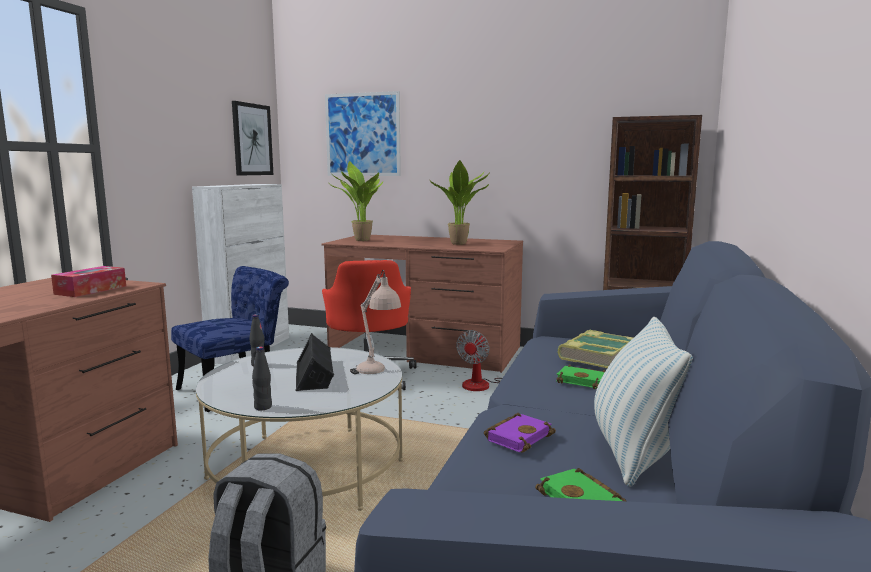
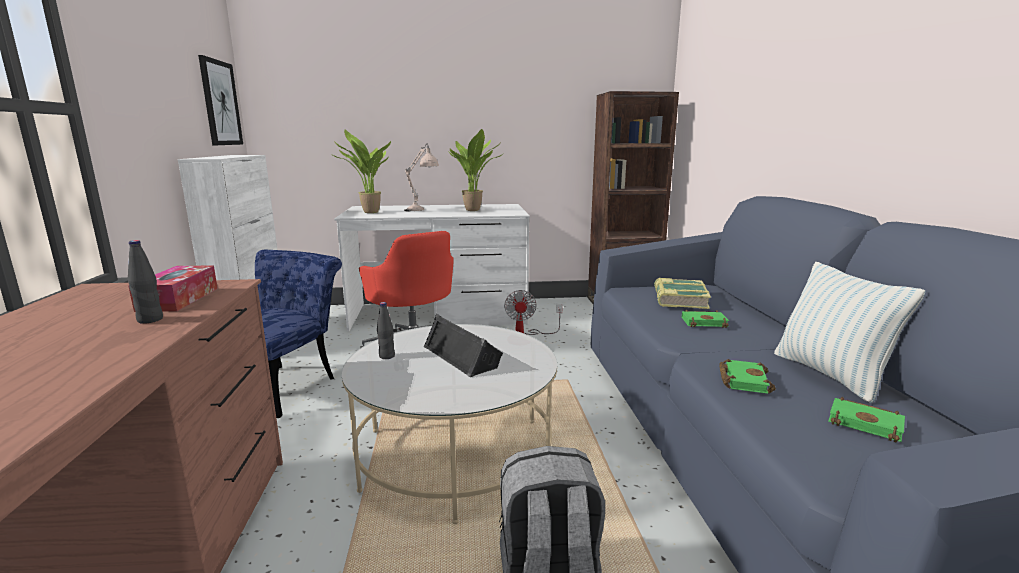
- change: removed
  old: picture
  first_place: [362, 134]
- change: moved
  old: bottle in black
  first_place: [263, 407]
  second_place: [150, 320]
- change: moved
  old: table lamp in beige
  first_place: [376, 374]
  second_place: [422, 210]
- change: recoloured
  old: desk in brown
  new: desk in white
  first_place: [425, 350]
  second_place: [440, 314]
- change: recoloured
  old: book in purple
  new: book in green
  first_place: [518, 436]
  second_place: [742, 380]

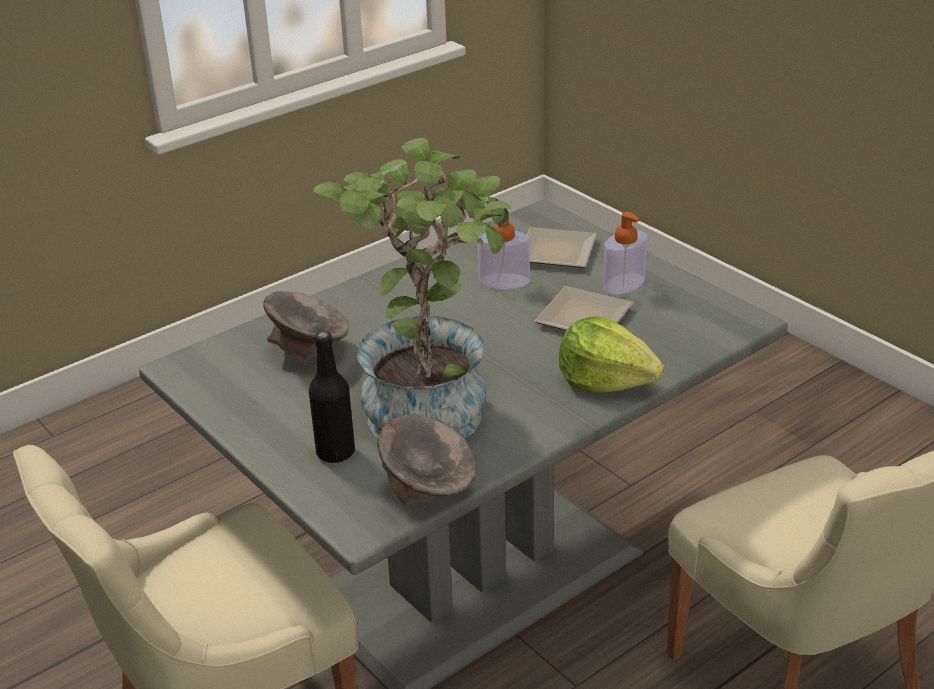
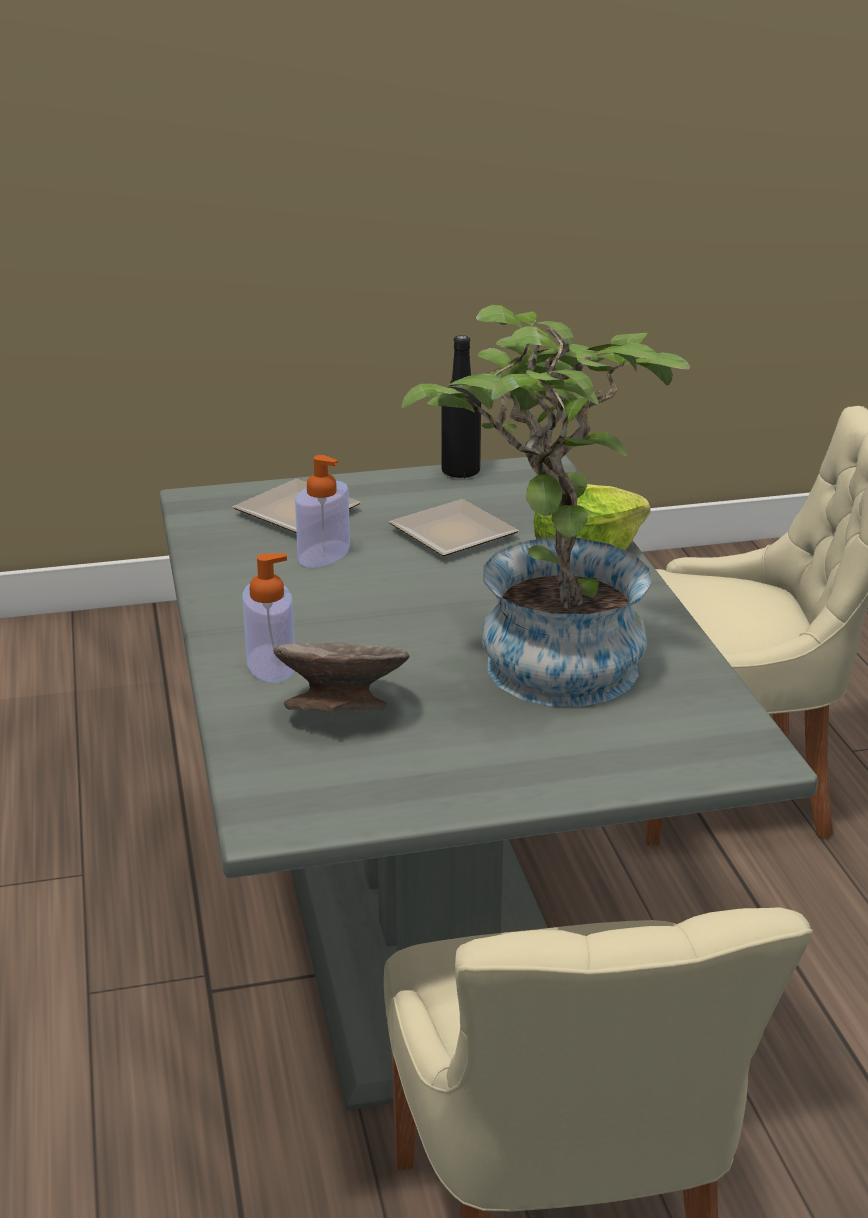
- change: removed
  old: bowl in grey
  first_place: [428, 493]
- change: moved
  old: bottle in black
  first_place: [335, 452]
  second_place: [460, 472]
- change: moved
  old: soap dispenser
  first_place: [624, 284]
  second_place: [271, 664]

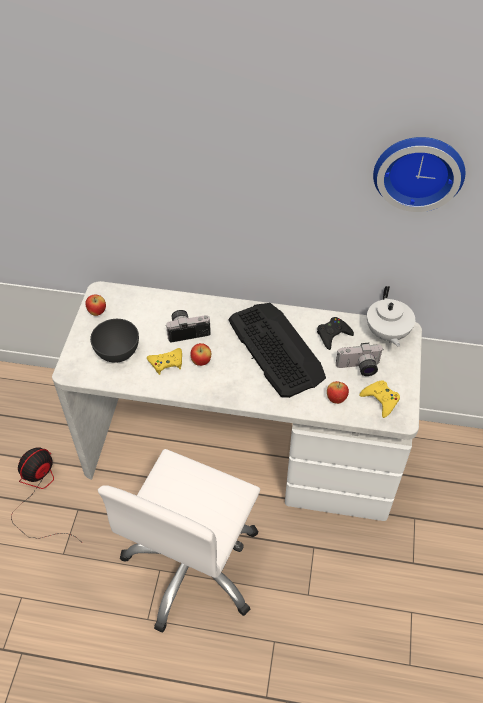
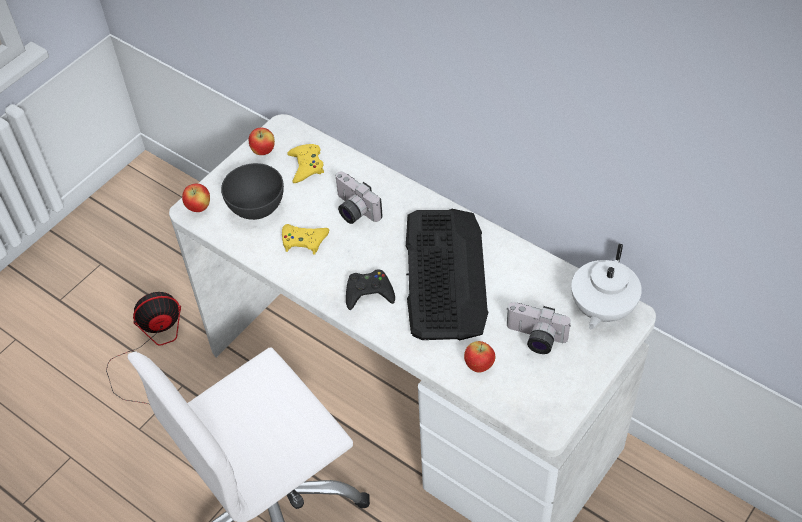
- change: removed
  old: wall clock
  first_place: [418, 169]
- change: moved
  old: apple
  first_place: [201, 361]
  second_place: [199, 207]
- change: moved
  old: game controller in black
  first_place: [333, 335]
  second_place: [369, 293]
- change: moved
  old: game controller in yellow
  first_place: [380, 400]
  second_place: [306, 166]
- change: turned
  old: photo camera
  first_place: [187, 330]
  second_place: [353, 210]
  degrees: -150

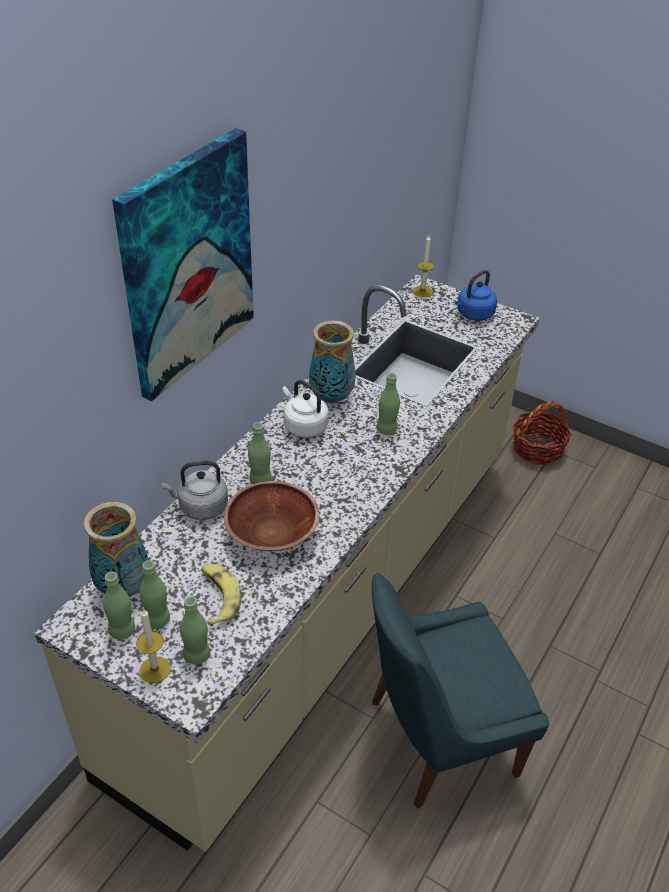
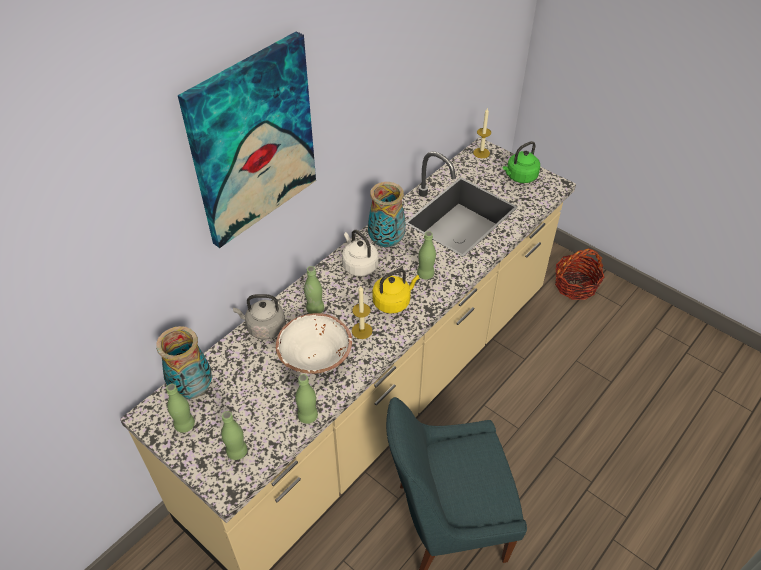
- change: removed
  old: banana
  first_place: [218, 597]
- change: added
  new: kettle in yellow
  second_place: [393, 302]
- change: moved
  old: candle
  first_place: [155, 669]
  second_place: [362, 330]
- change: moved
  old: bottle in green
  first_place: [157, 619]
  second_place: [308, 416]
- change: recoloured
  old: bowl in brown
  new: bowl in white
  first_place: [272, 534]
  second_place: [315, 356]
- change: recoloured
  old: kettle in blue
  new: kettle in green
  first_place: [473, 314]
  second_place: [520, 177]

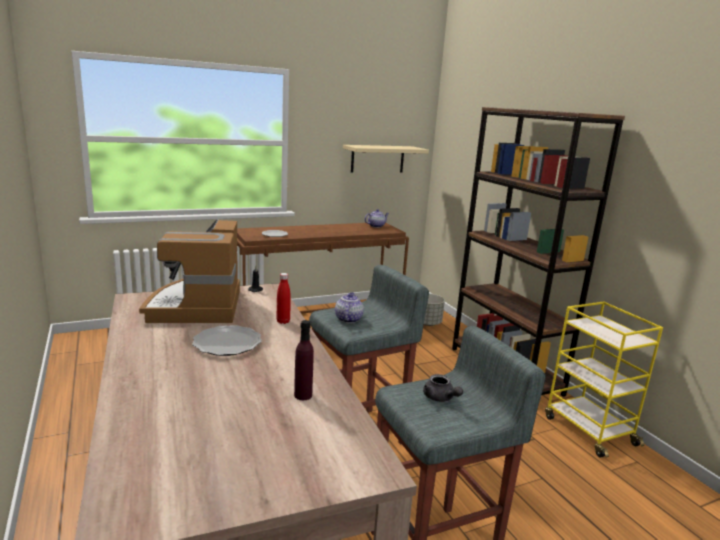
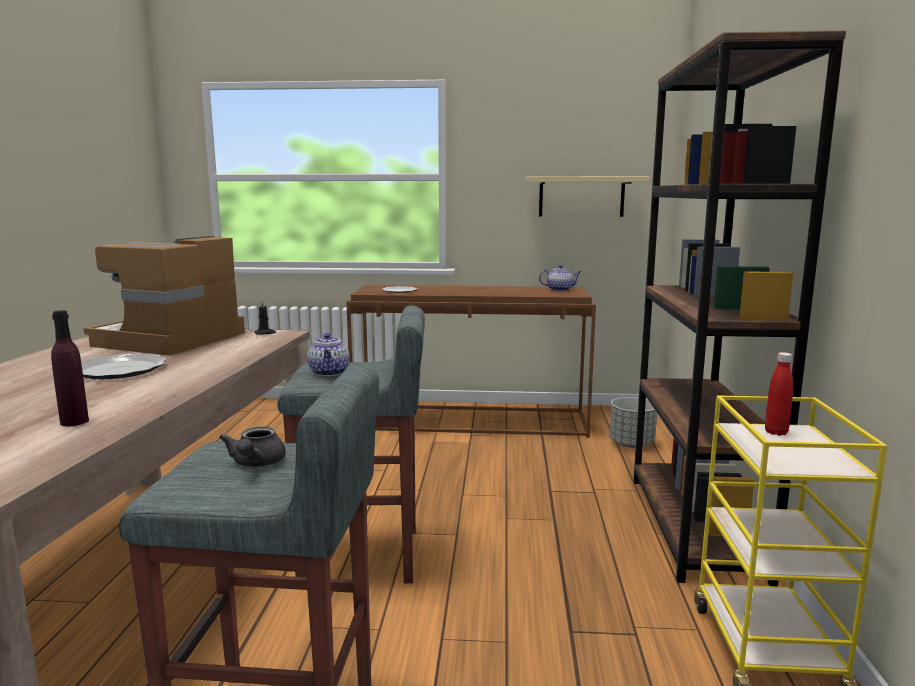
- change: moved
  old: bottle in red
  first_place: [283, 321]
  second_place: [776, 432]
- change: turned
  old: teapot
  first_place: [348, 319]
  second_place: [329, 373]
  degrees: 135

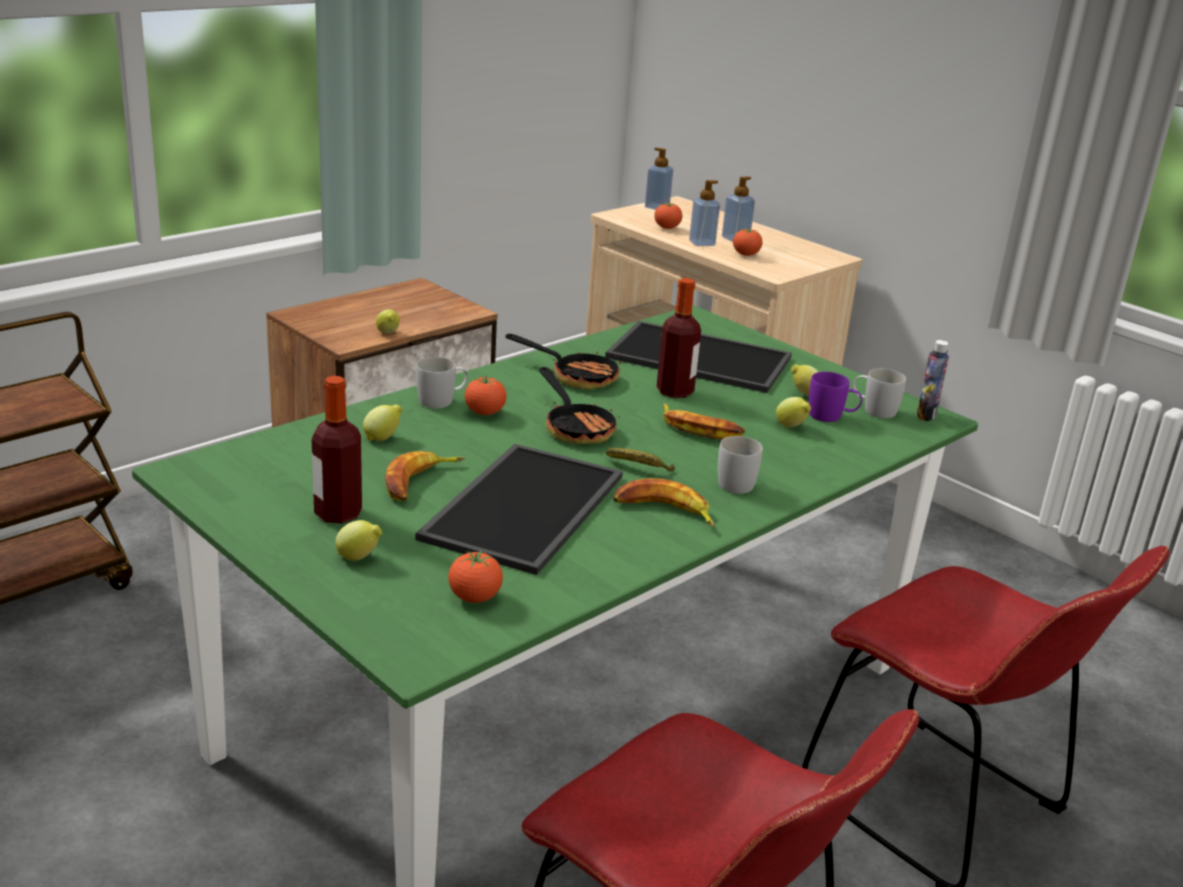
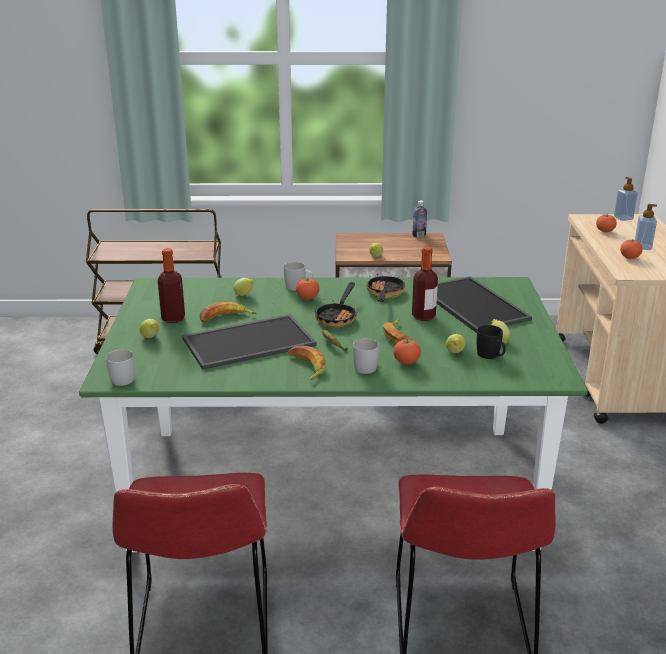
- change: removed
  old: soap dispenser
  first_place: [702, 243]
- change: moved
  old: tomato
  first_place: [474, 598]
  second_place: [406, 362]
- change: moved
  old: mug in white
  first_place: [873, 409]
  second_place: [122, 377]
- change: moved
  old: bottle
  first_place: [926, 415]
  second_place: [419, 235]
- change: recoloured
  old: mug in purple
  new: mug in black
  first_place: [832, 416]
  second_place: [491, 356]
- change: turned
  old: frying pan
  first_place: [575, 376]
  second_place: [384, 294]
  degrees: -150

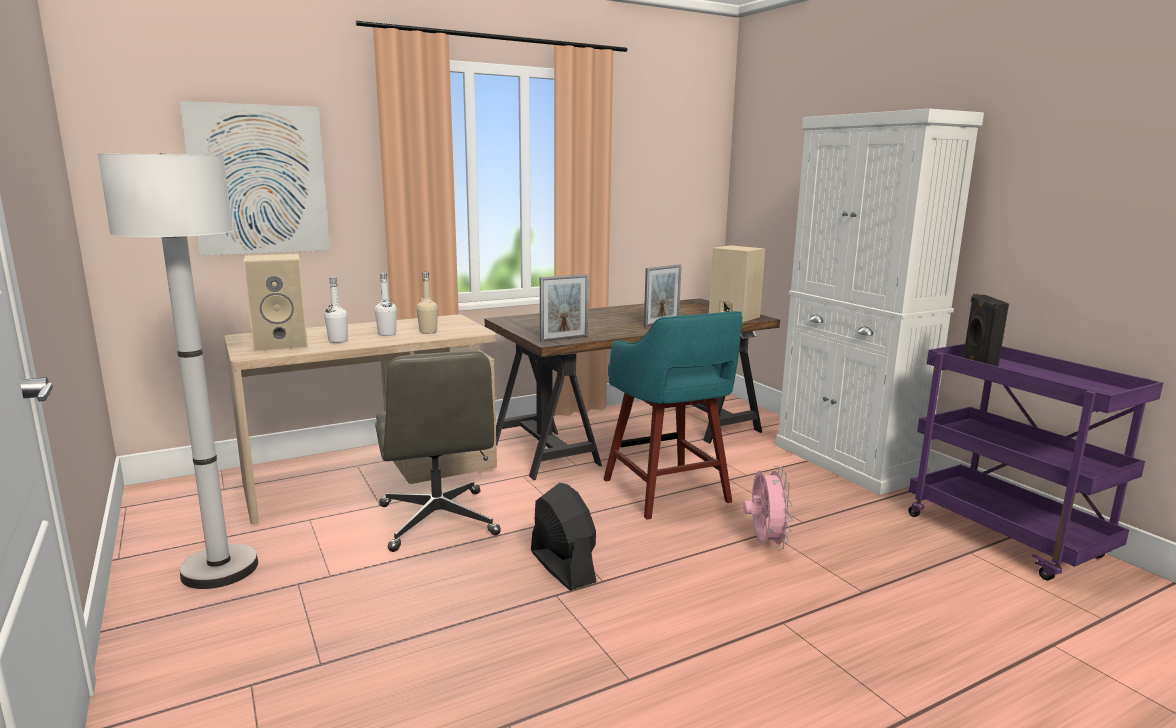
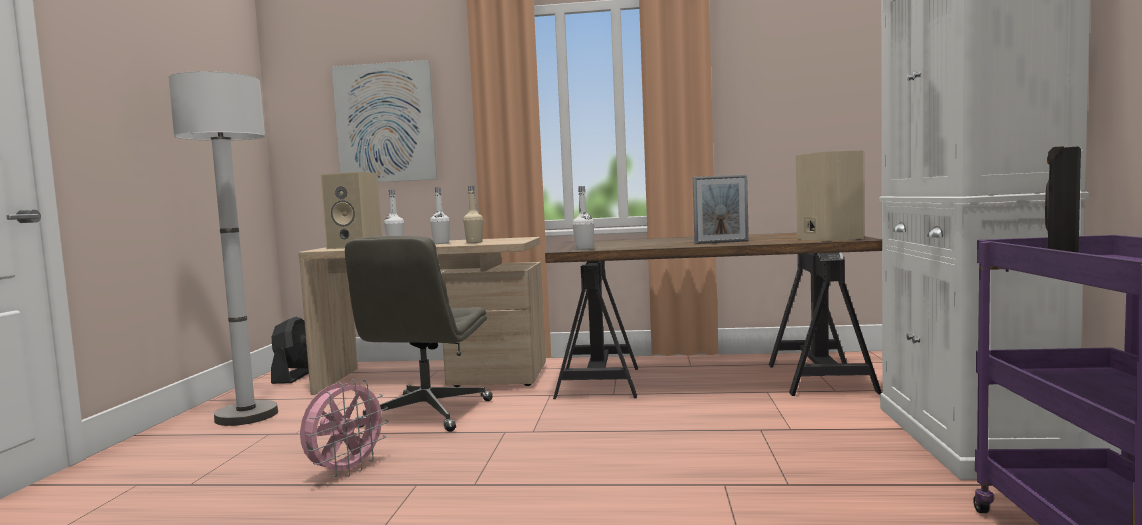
- change: removed
  old: stool in turquoise
  first_place: [667, 492]
- change: moved
  old: fan in black
  first_place: [562, 566]
  second_place: [295, 376]
- change: moved
  old: fan in pink
  first_place: [764, 543]
  second_place: [346, 471]
- change: replaced
  old: picture frame
  new: bottle in white
  first_place: [564, 339]
  second_place: [584, 249]

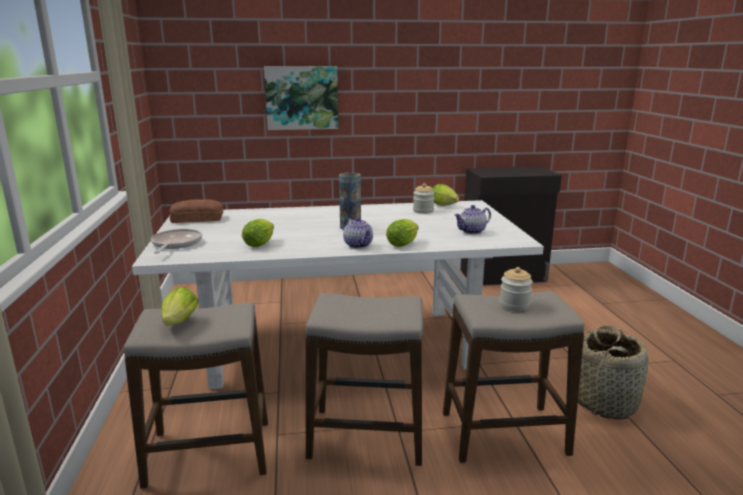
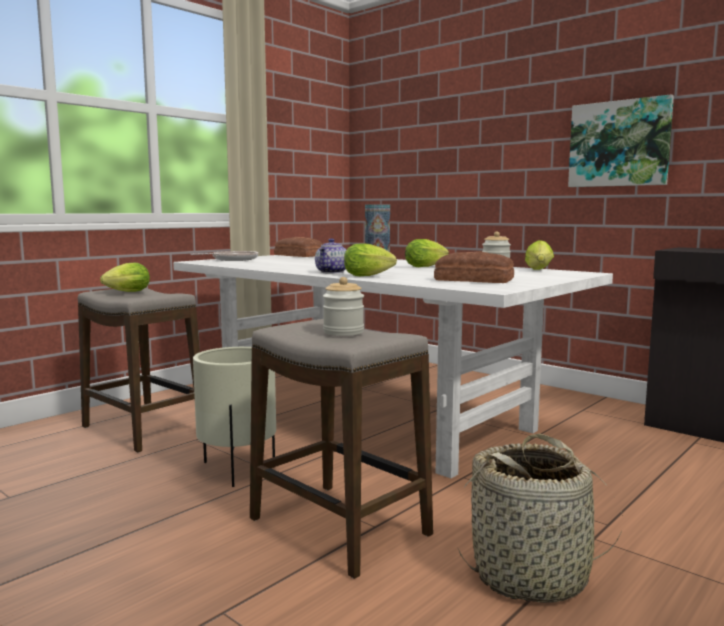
- change: moved
  old: lettuce
  first_place: [261, 243]
  second_place: [427, 267]
- change: moved
  old: picture
  first_place: [302, 98]
  second_place: [619, 144]
- change: replaced
  old: stool
  new: planter in beige
  first_place: [367, 437]
  second_place: [237, 469]
- change: replaced
  old: teapot
  new: bread
  first_place: [472, 231]
  second_place: [474, 280]

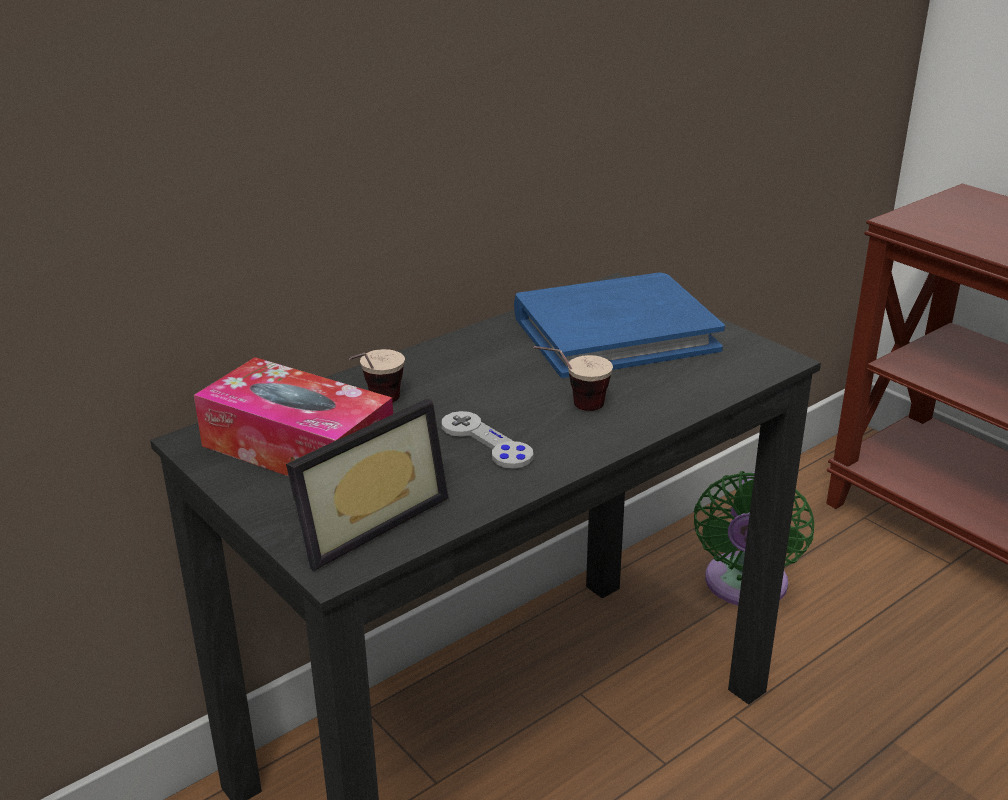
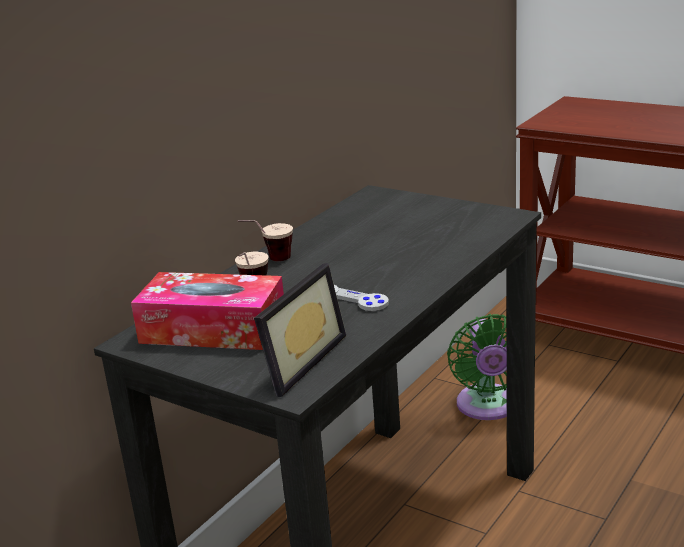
- change: removed
  old: book in blue
  first_place: [614, 332]
- change: moved
  old: cup
  first_place: [571, 407]
  second_place: [269, 261]

